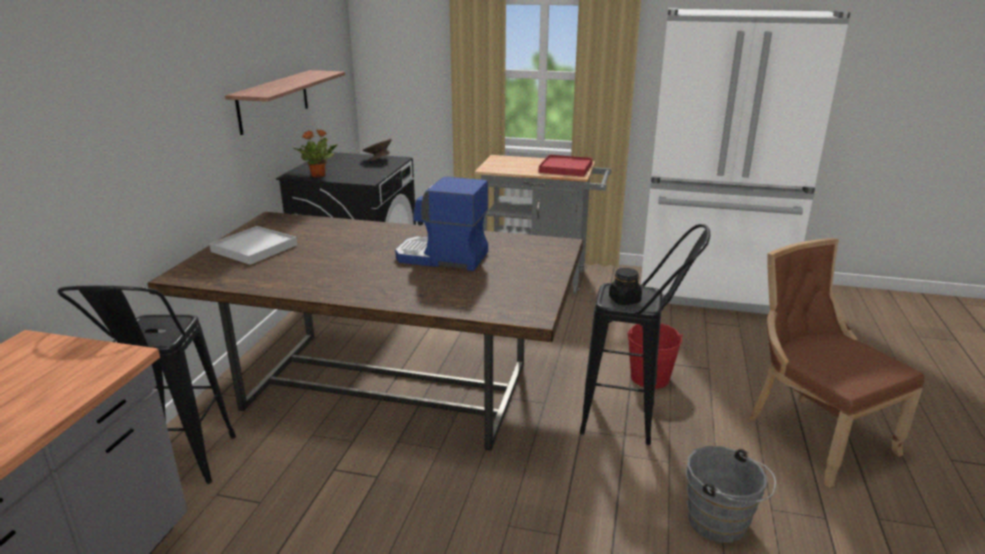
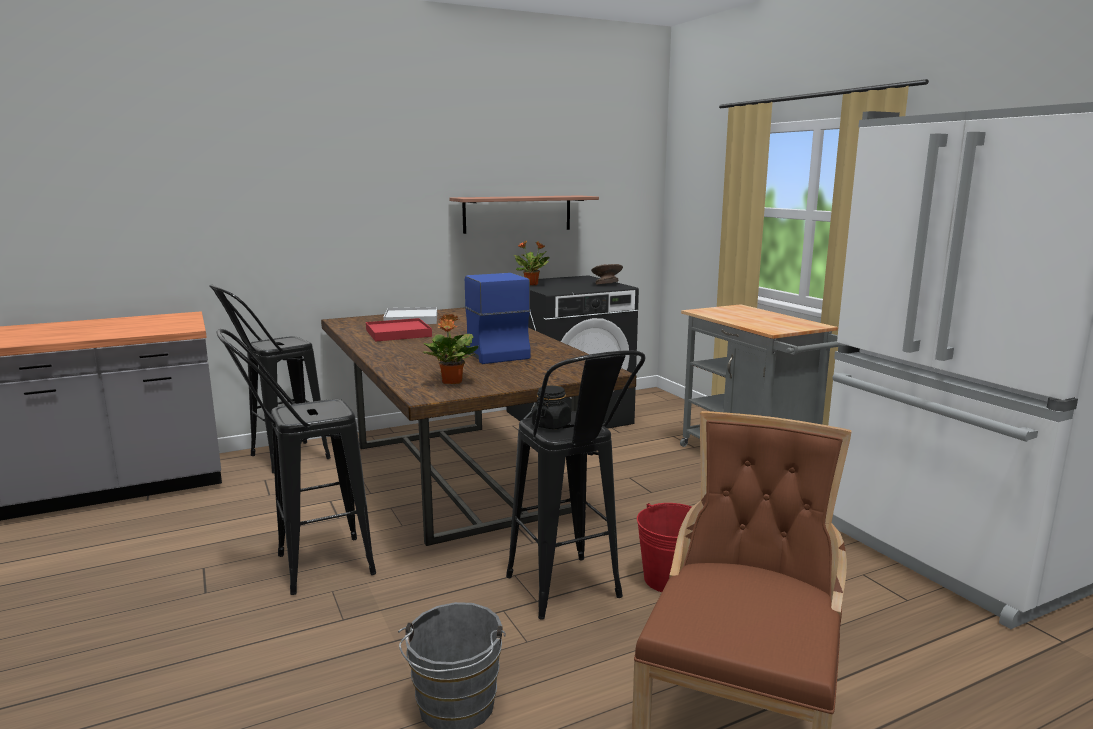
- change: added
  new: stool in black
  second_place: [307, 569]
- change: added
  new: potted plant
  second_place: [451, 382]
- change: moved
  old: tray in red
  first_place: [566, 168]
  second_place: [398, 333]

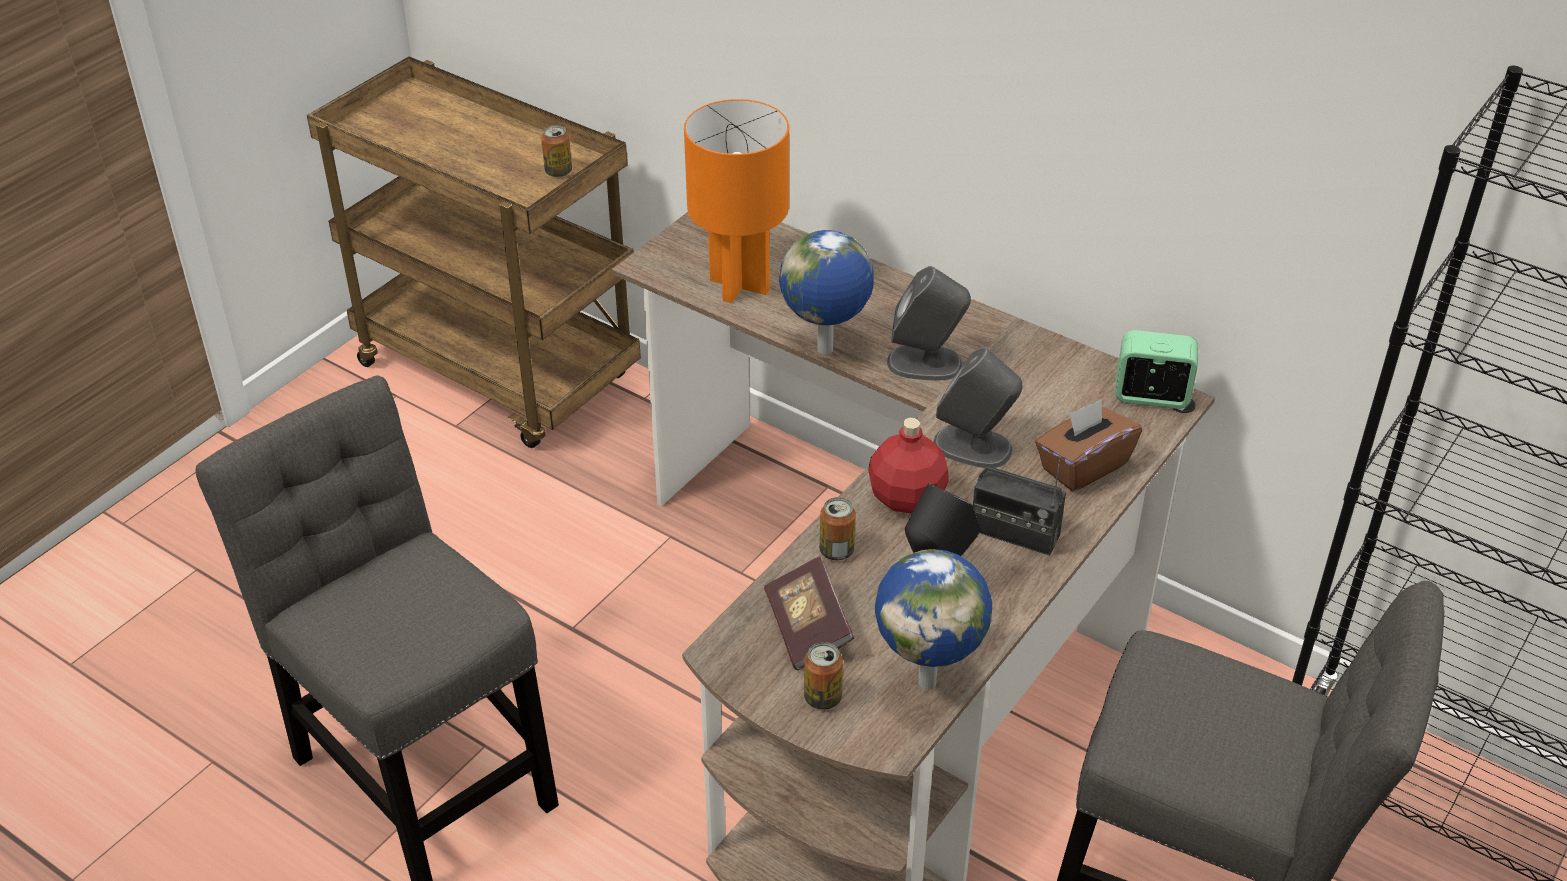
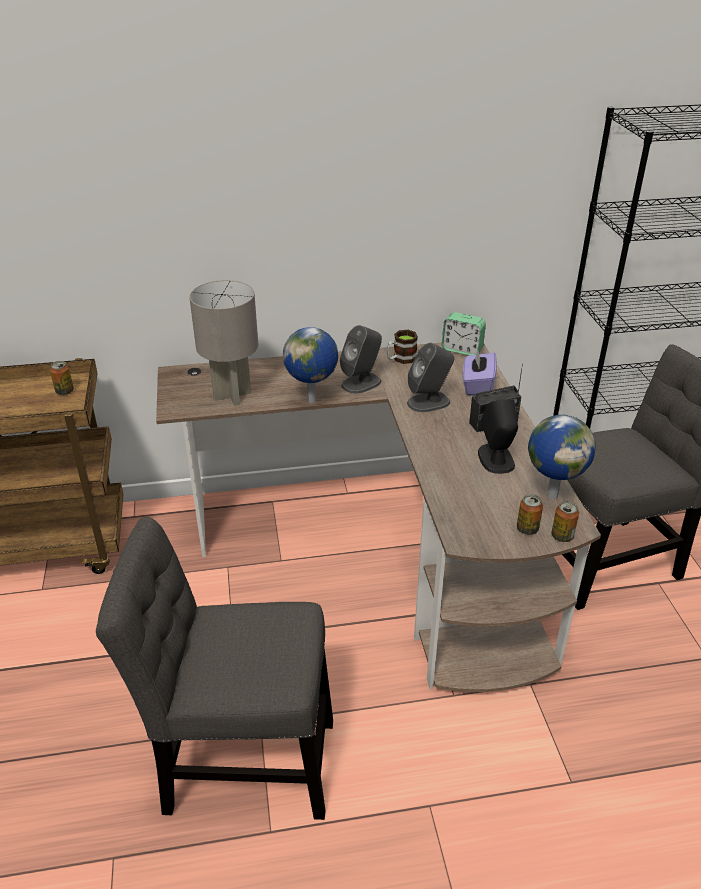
- change: removed
  old: book
  first_place: [807, 628]
- change: removed
  old: bottle in red
  first_place: [905, 497]
- change: added
  new: mug
  second_place: [400, 359]
- change: moved
  old: can
  first_place: [836, 551]
  second_place: [562, 536]
- change: recoloured
  old: table lamp in orange
  new: table lamp in grey
  first_place: [738, 285]
  second_place: [231, 396]
- change: recoloured
  old: tissue box in brown
  new: tissue box in purple
  first_place: [1083, 466]
  second_place: [477, 386]
- change: turned
  old: alarm clock
  first_place: [1151, 396]
  second_place: [462, 349]
  degrees: -120

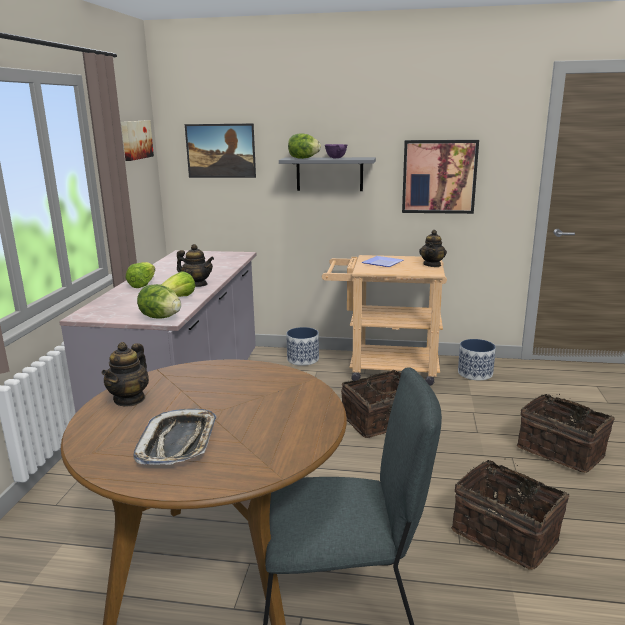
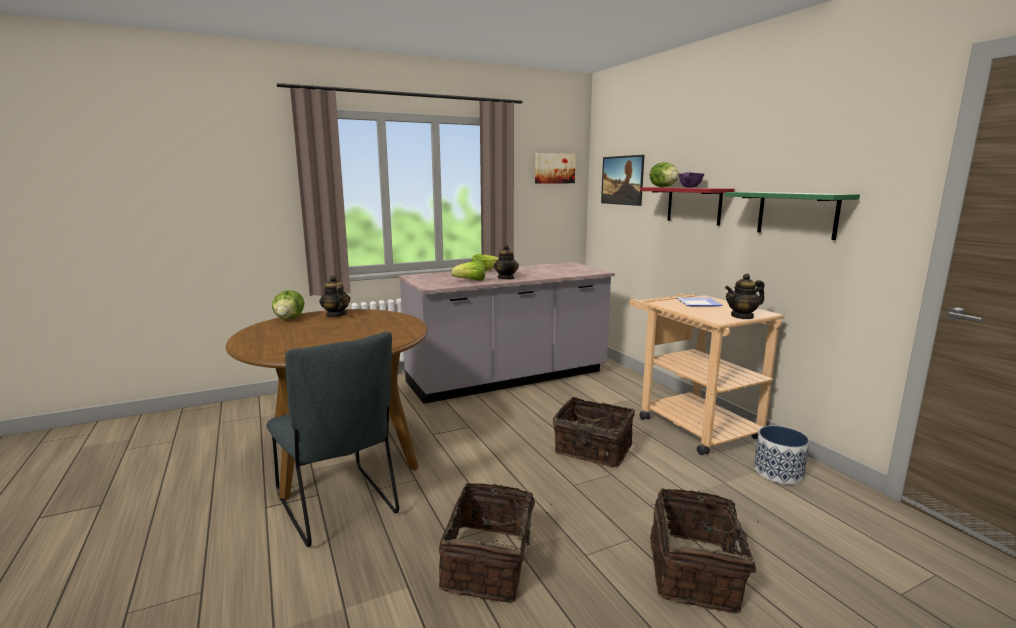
- change: removed
  old: tray
  first_place: [178, 443]
- change: removed
  old: planter
  first_place: [303, 359]
- change: moved
  old: lettuce
  first_place: [161, 317]
  second_place: [289, 319]
- change: replaced
  old: picture
  new: shelf in green
  first_place: [439, 176]
  second_place: [796, 214]
- change: recoloured
  old: shelf in grey
  new: shelf in red
  first_place: [329, 174]
  second_place: [694, 205]
- change: turned
  old: teapot
  first_place: [130, 399]
  second_place: [336, 315]
  degrees: 75

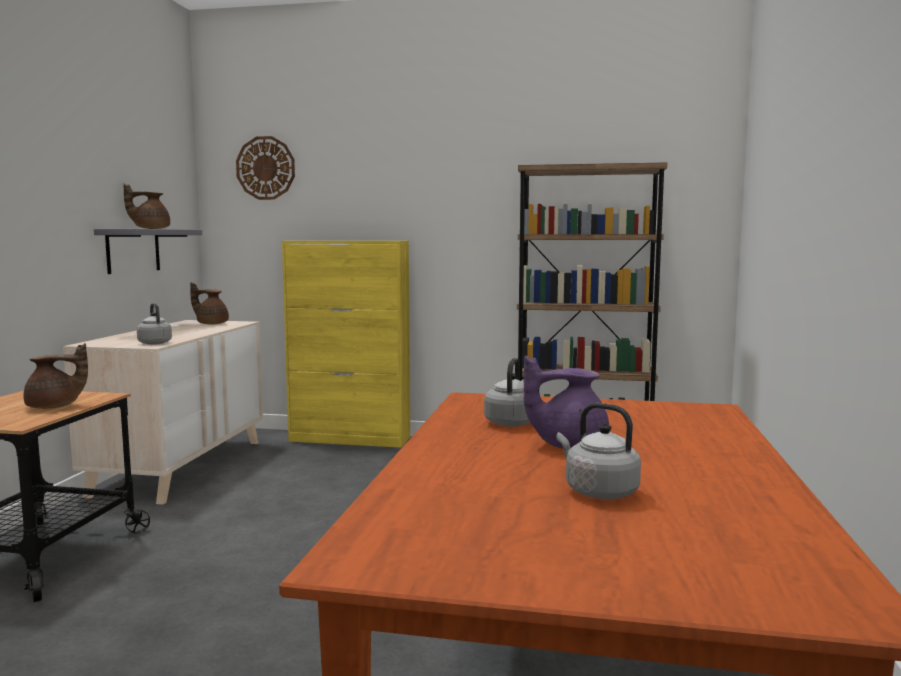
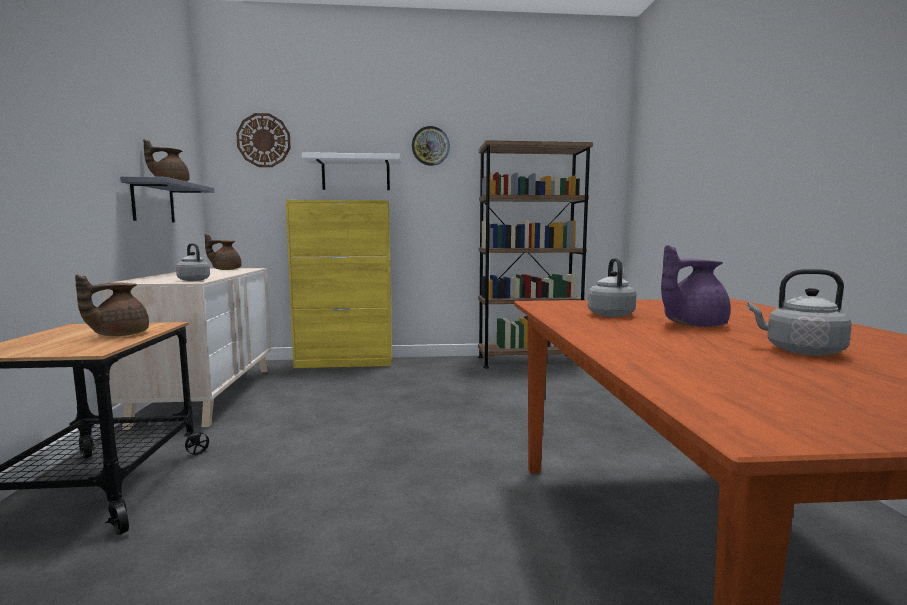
- change: added
  new: shelf in white
  second_place: [356, 174]
- change: added
  new: wall clock
  second_place: [430, 146]
- change: turned
  old: teapot in brown
  first_place: [54, 407]
  second_place: [118, 335]
  degrees: 150

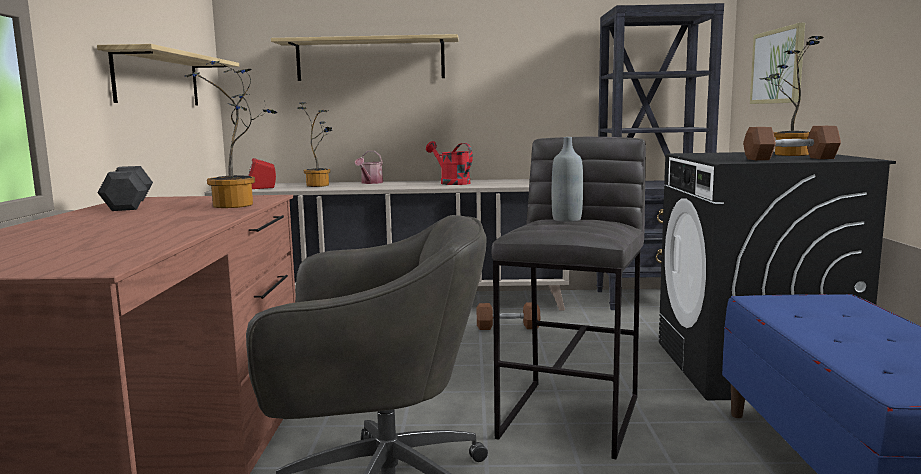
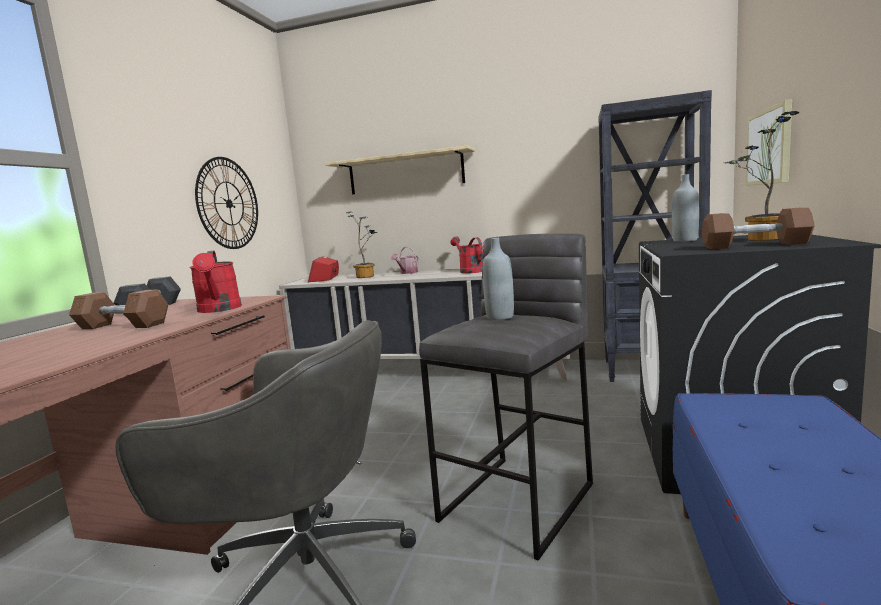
- change: added
  new: bottle in grey
  second_place: [685, 240]
- change: moved
  old: dumbbell in brown
  first_place: [508, 327]
  second_place: [122, 326]
- change: replaced
  old: shelf
  new: wall clock
  first_place: [158, 80]
  second_place: [228, 203]
- change: replaced
  old: potted plant
  new: watering can in red
  first_place: [238, 205]
  second_place: [219, 309]

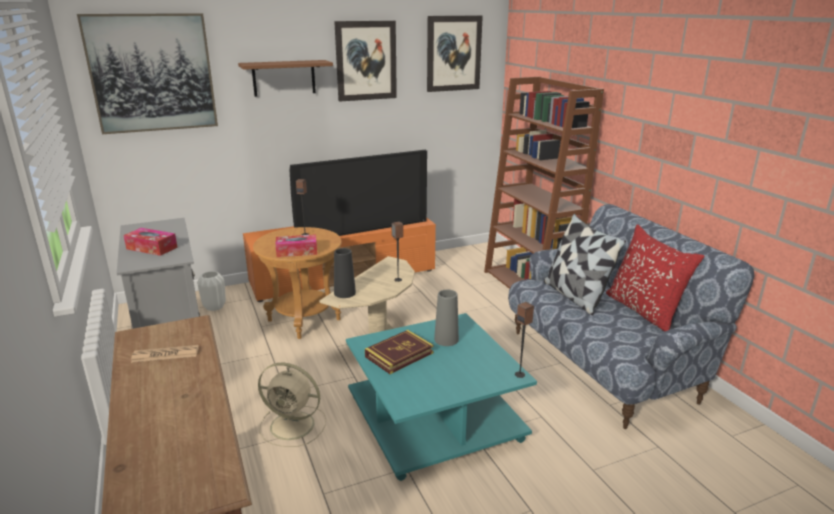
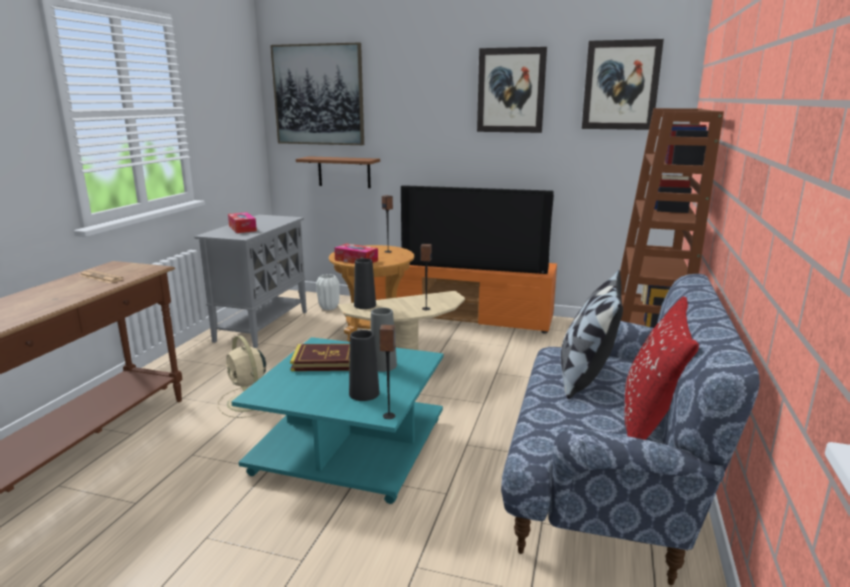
- change: added
  new: vase in black
  second_place: [364, 393]
- change: moved
  old: shelf in brown
  first_place: [284, 78]
  second_place: [344, 172]

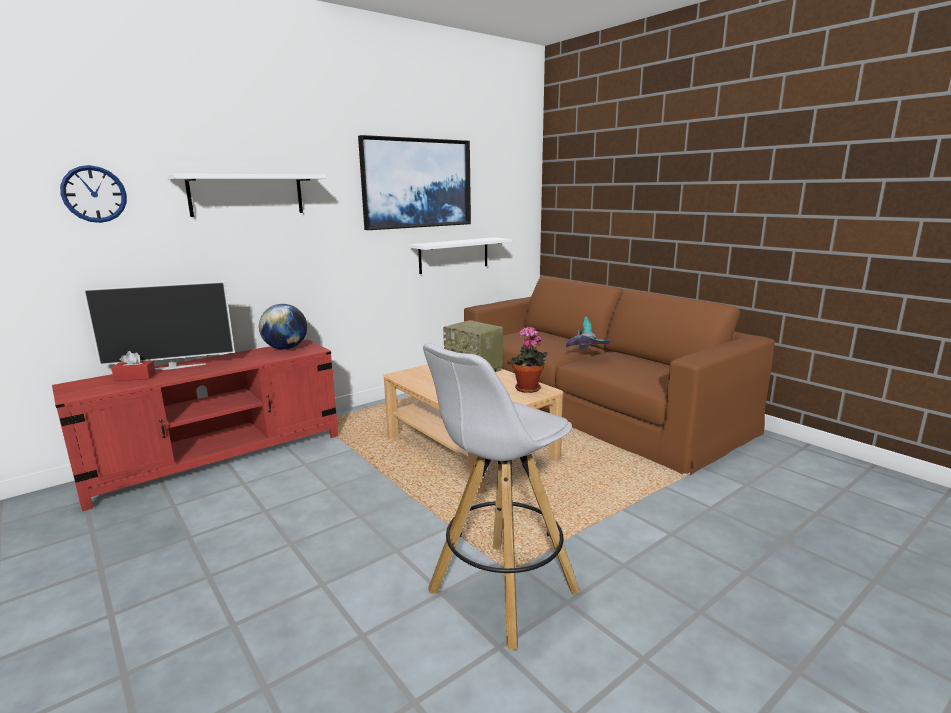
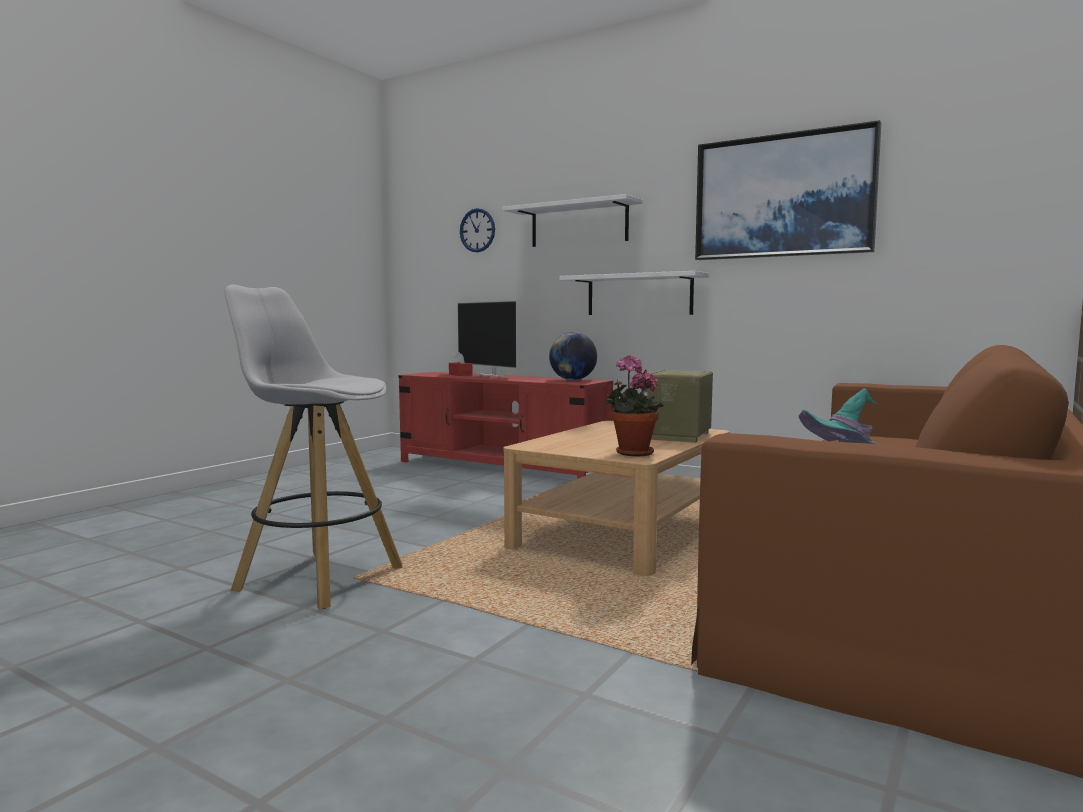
- change: moved
  old: shelf in white
  first_place: [454, 255]
  second_place: [639, 295]

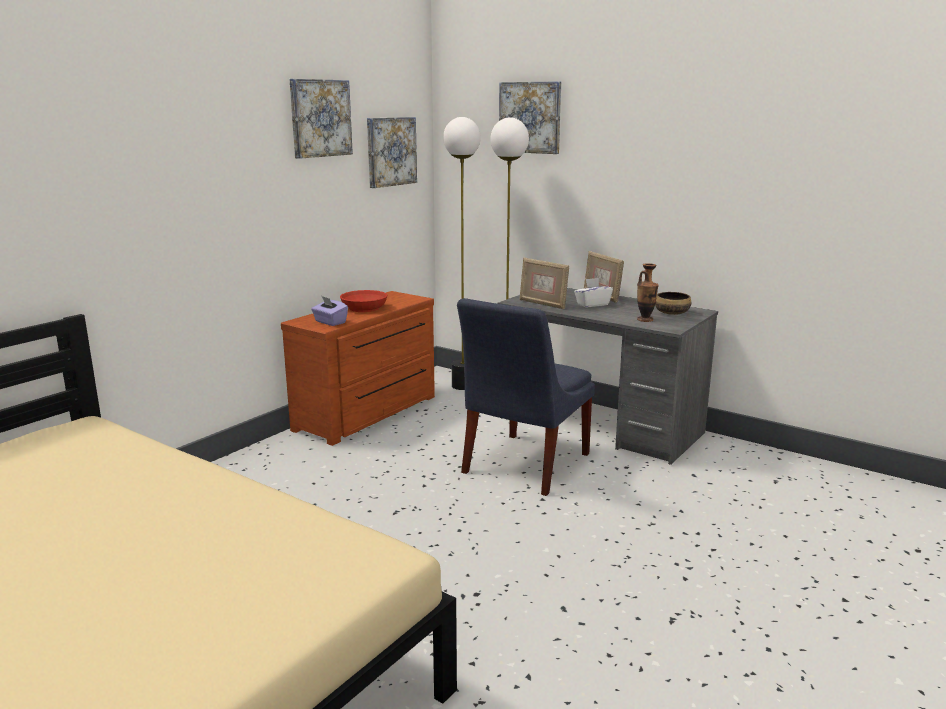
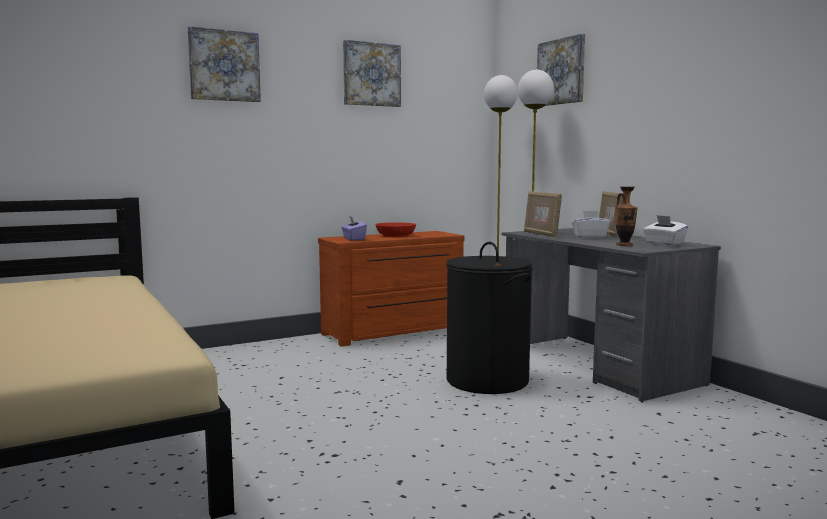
- change: moved
  old: picture
  first_place: [390, 151]
  second_place: [224, 66]
- change: replaced
  old: chair in blue
  new: laundry basket in black
  first_place: [523, 465]
  second_place: [486, 380]
- change: replaced
  old: bowl
  new: tissue box in white
  first_place: [672, 313]
  second_place: [664, 244]

